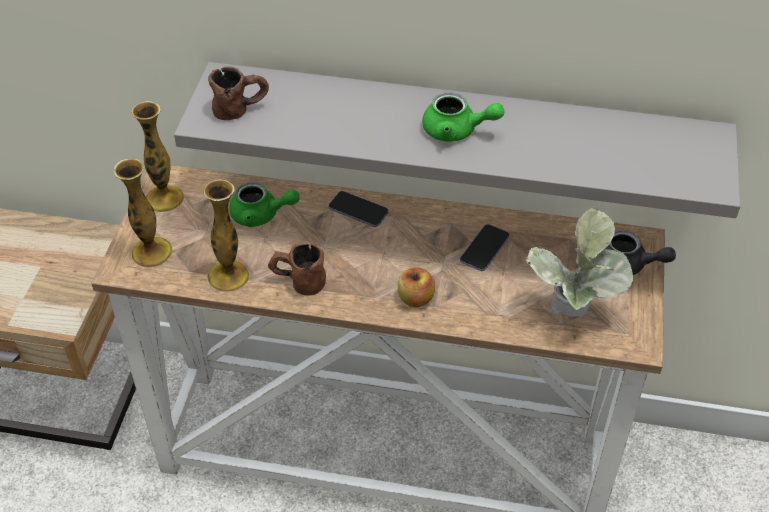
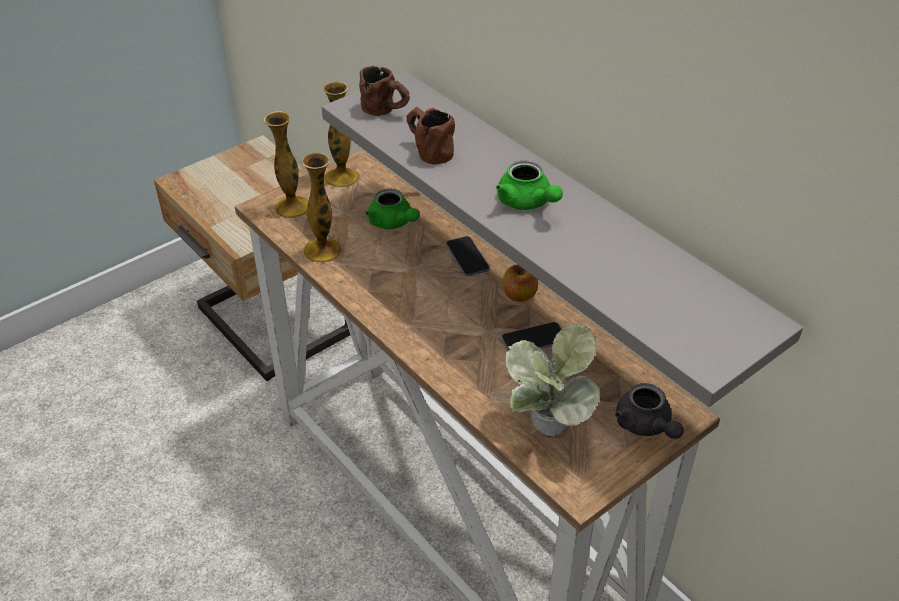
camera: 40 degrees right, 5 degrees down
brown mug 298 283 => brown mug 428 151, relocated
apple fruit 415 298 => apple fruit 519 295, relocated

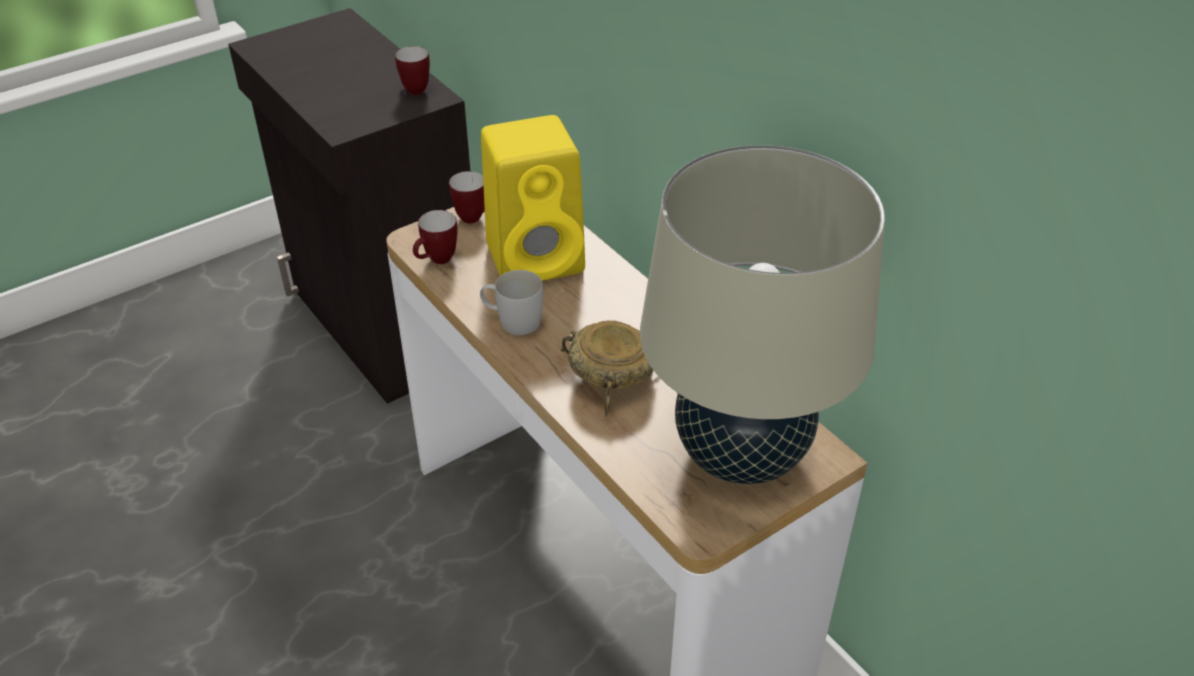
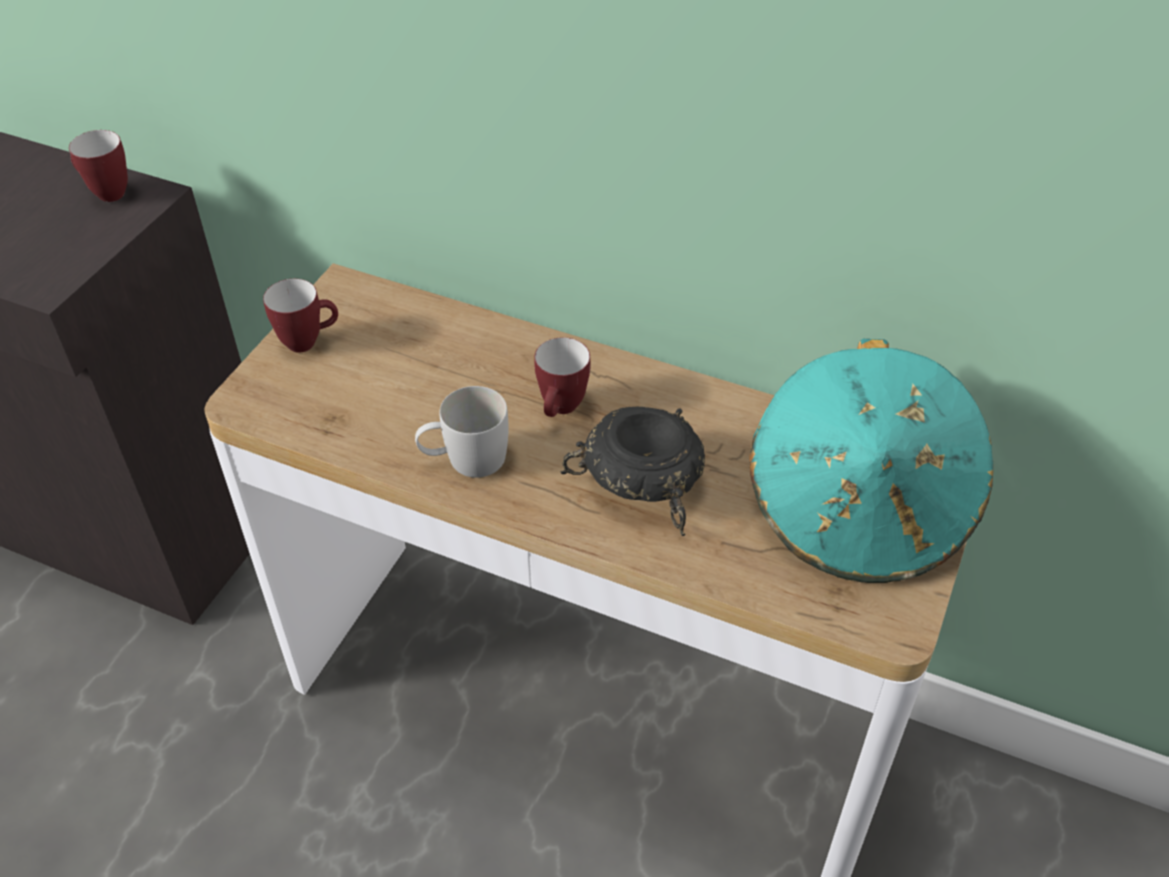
camera: 30 degrees left, 5 degrees up
yellow-coloured speaker 538 257 => nothing
sand-coloured tabletop lamp 741 454 => blue-green wearable hat 860 510
mug 437 261 => mug 561 410, relocated
sand-coloured deep dish 610 378 => black deep dish 643 484

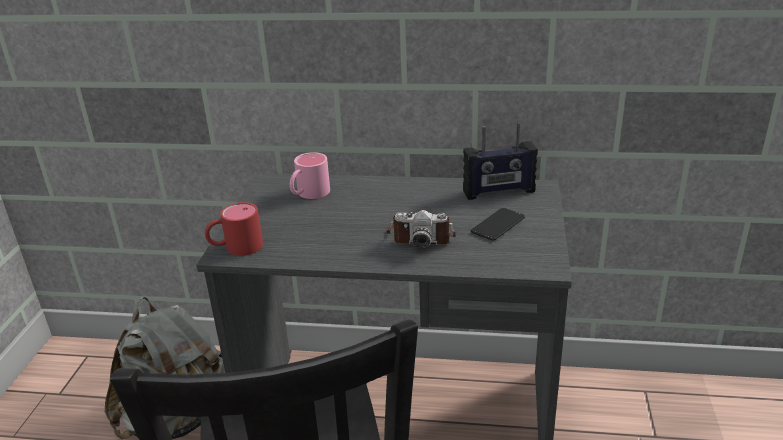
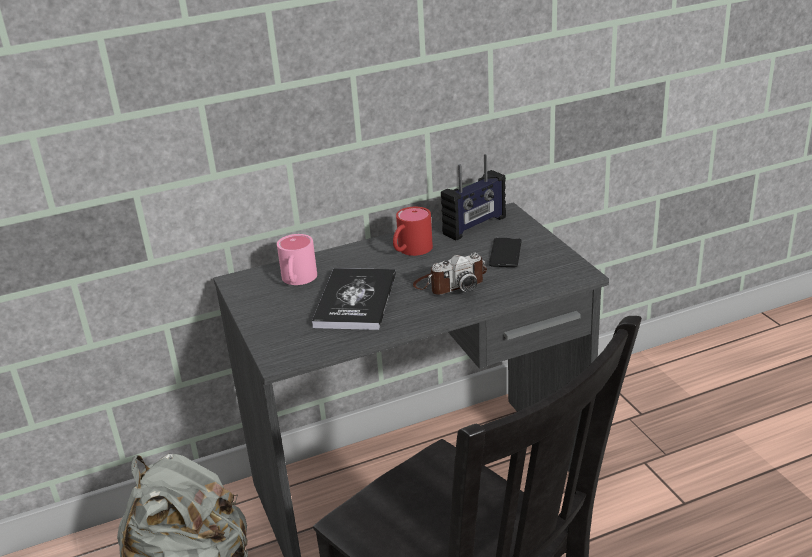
camera: 30 degrees left, 0 degrees up
red-coloured mug 236 247 => red-coloured mug 410 250, relocated
nothing => bound book 356 300

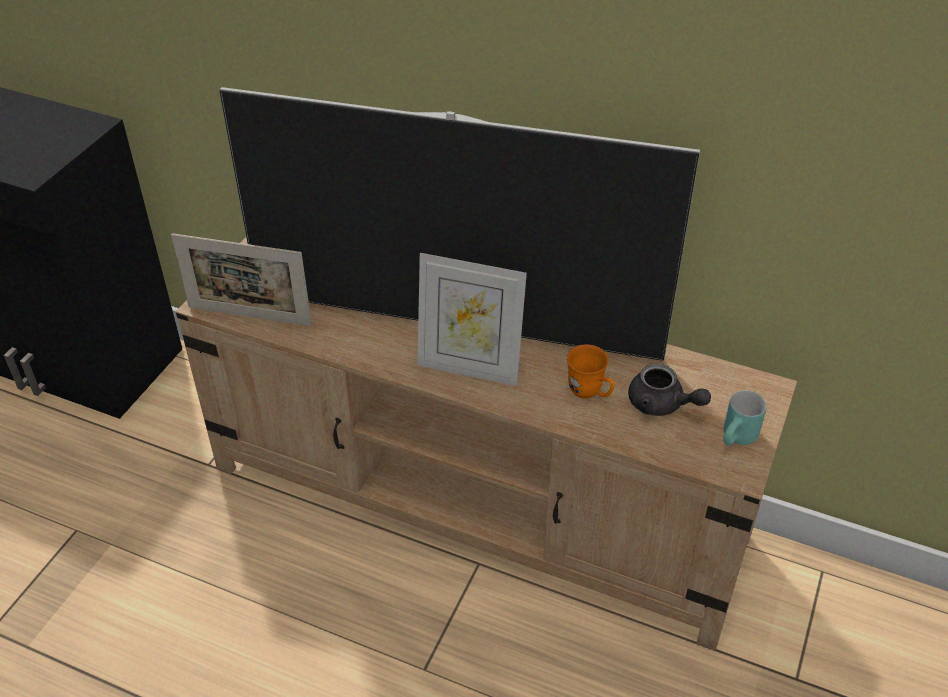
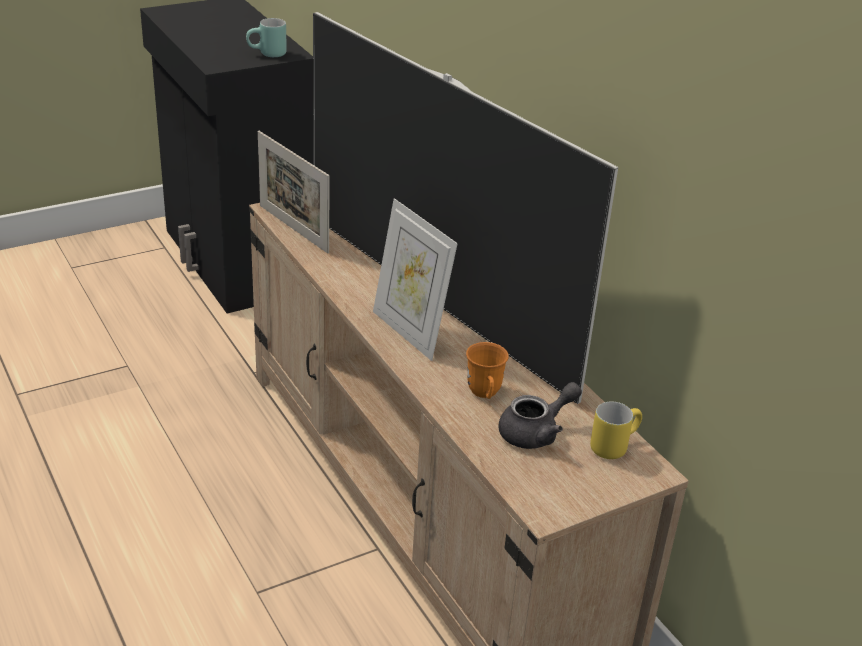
camera: 35 degrees right, 10 degrees down
gray teapot 662 405 => gray teapot 536 432, 105 degrees counterclockwise
blue-green mug 738 440 => blue-green mug 267 55, relocated
nothing => yellow-coloured mug 612 445

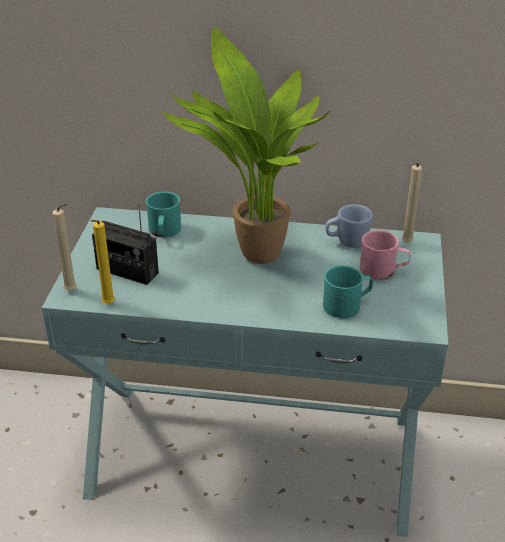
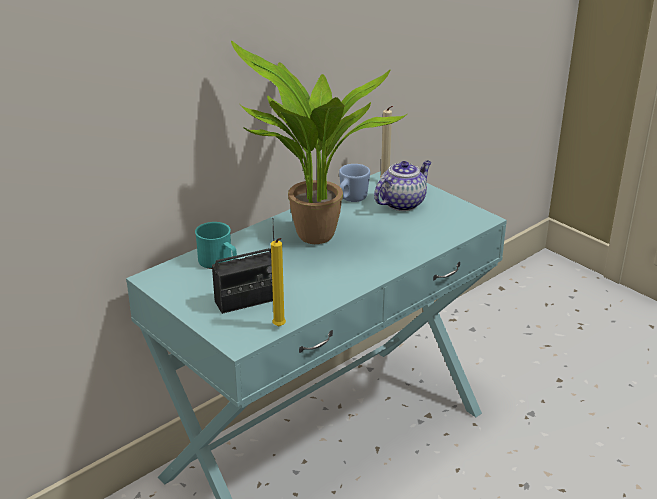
camera: 50 degrees left, 5 degrees down
sand-coloured wax light 72 291 => nothing
pink-coloured mug 383 270 => teapot 402 203
blue-green mug 347 305 => nothing

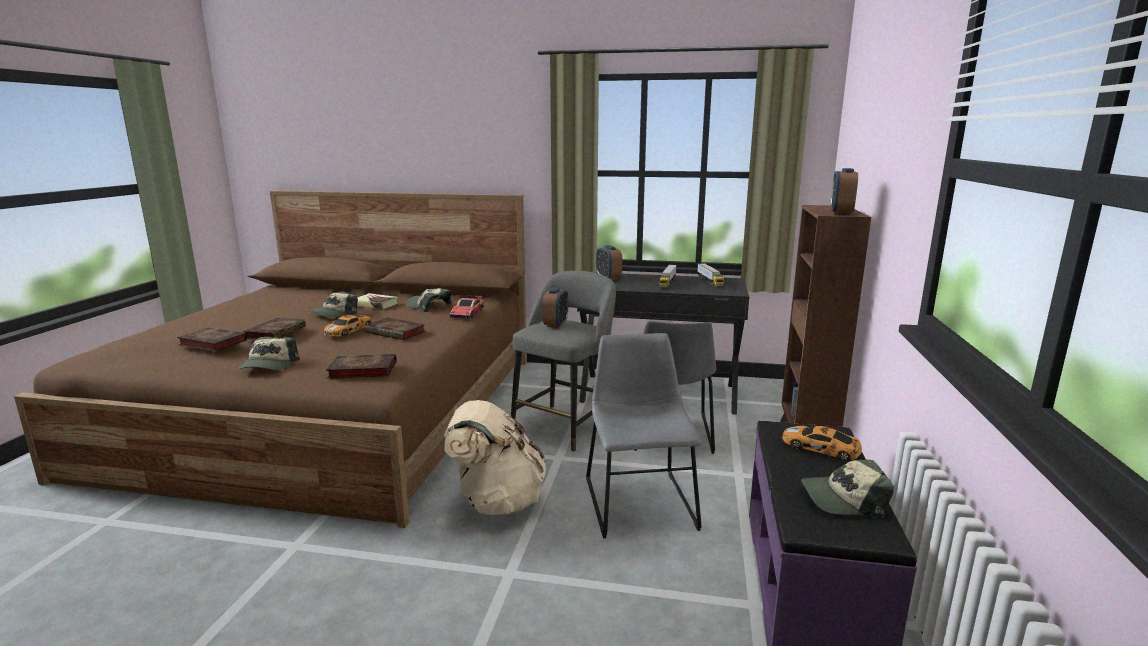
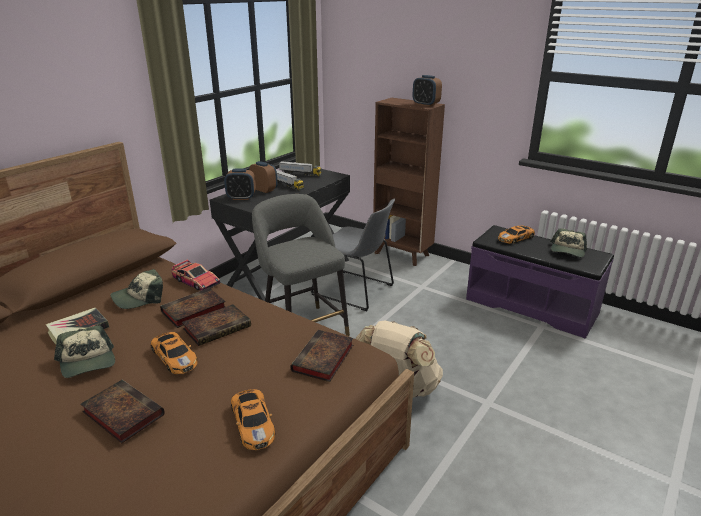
camera: 65 degrees left, 10 degrees up
bedside clock 556 324 => bedside clock 264 190, relocated
bound book 211 343 => bound book 193 311, relocated
gray plain chair 638 500 => nothing
baseball cap 269 365 => toy car 253 422

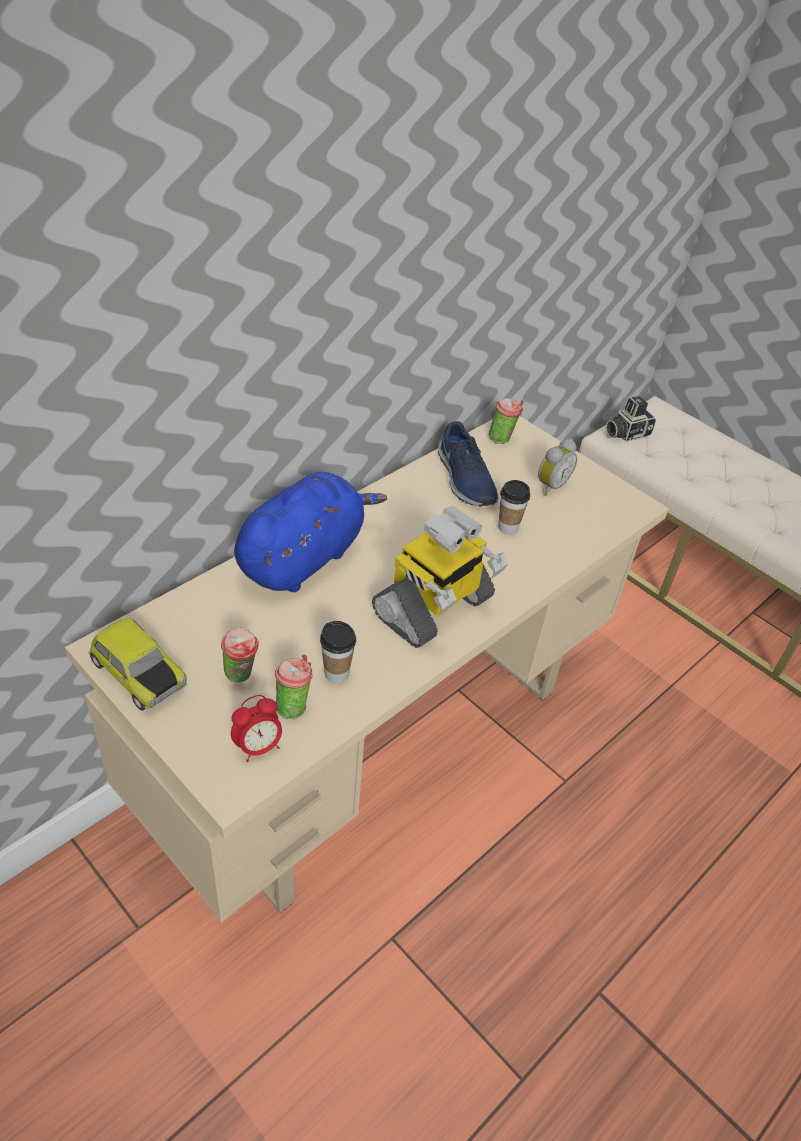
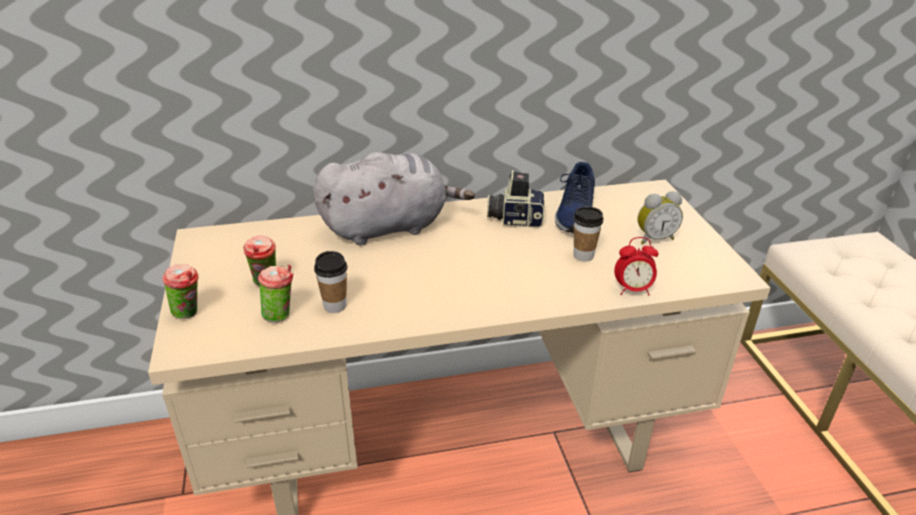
camera: 35 degrees right, 10 degrees down
still camera 626 433 => still camera 515 219, relocated
drinking cup 502 439 => drinking cup 189 313, relocated
blue-coloured cuddly toy 304 557 => gray cuddly toy 389 227
robot figure 434 608 => nothing
toy car 137 674 => nothing
bedside clock 258 747 => bedside clock 632 290, relocated

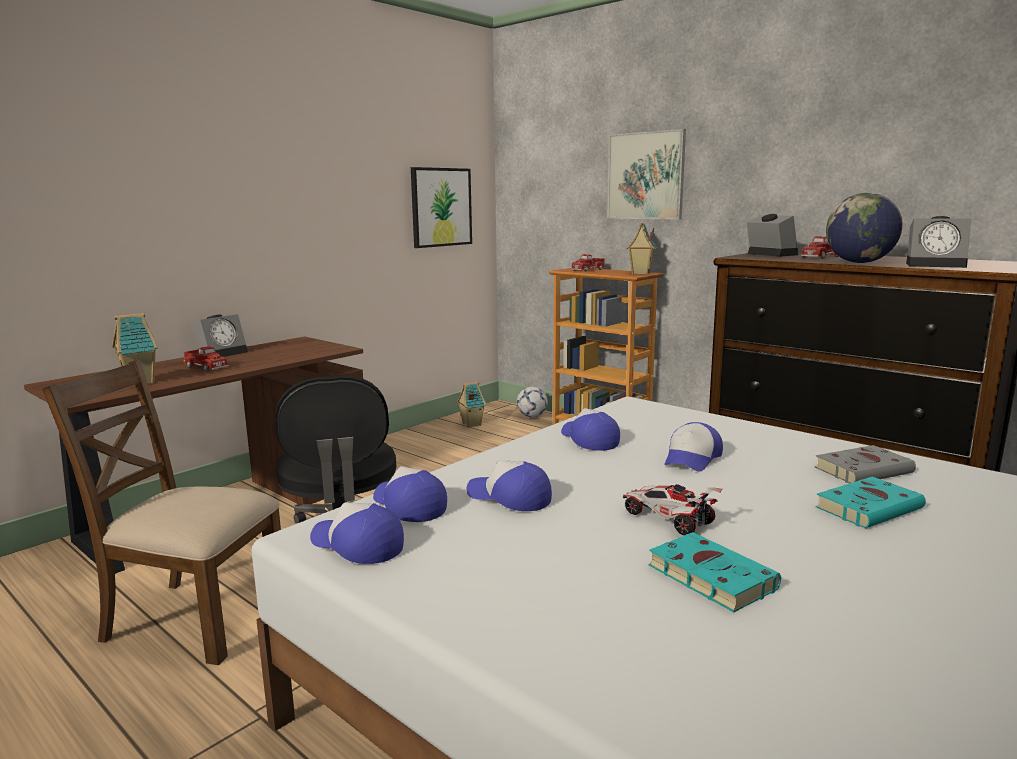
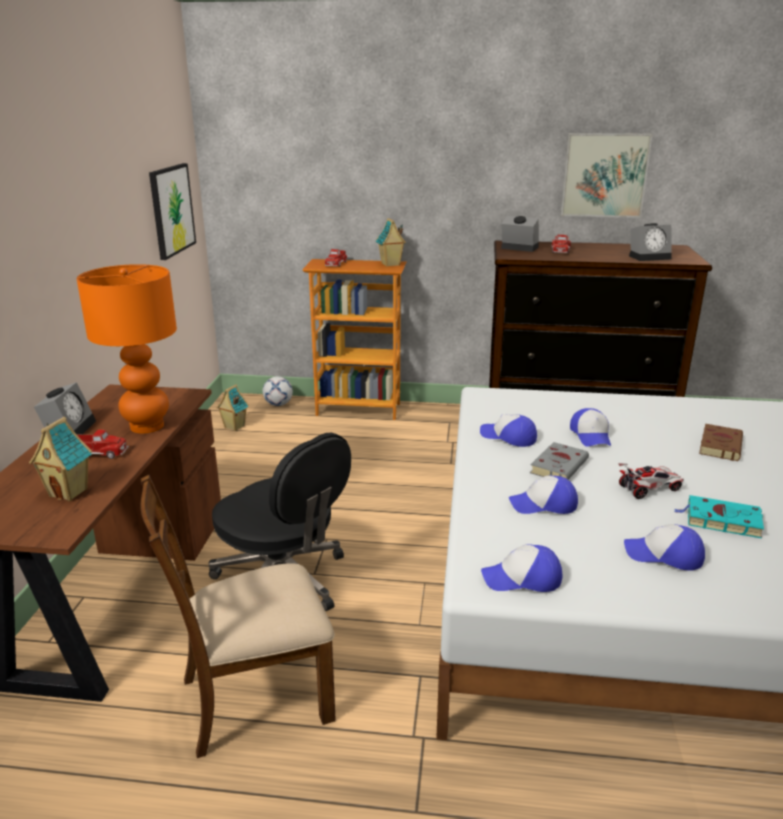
camera: 35 degrees left, 10 degrees up
wall picture 645 176 => wall picture 604 175, relocated
world globe 859 262 => nothing
gray bound book 865 470 => gray bound book 559 465, relocated
baseball cap 408 505 => baseball cap 664 555, relocated
blue-green bound book 870 508 => brown bound book 720 445
toy car 668 519 => toy car 649 489, 150 degrees clockwise
nothing => orangey tabletop lamp 147 426

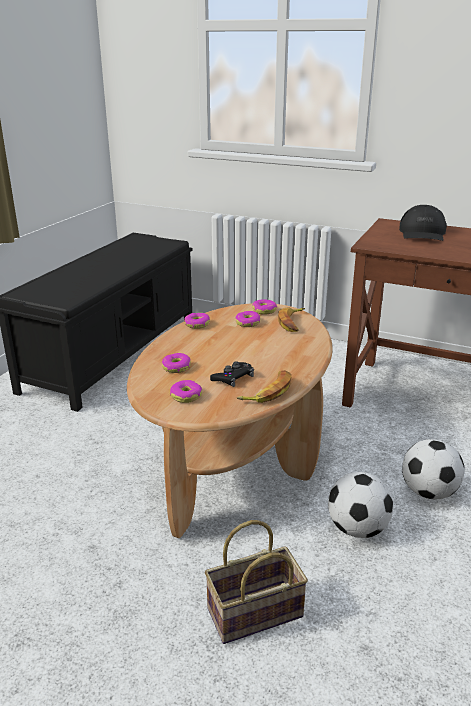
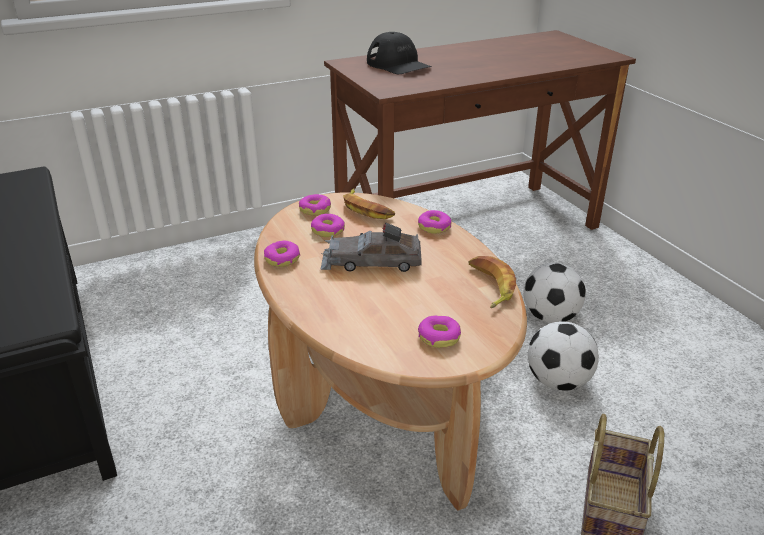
camera: 50 degrees left, 5 degrees up
donut 176 367 => donut 434 227, relocated
black game controller 233 378 => nothing
nothing => gray toy car 371 261

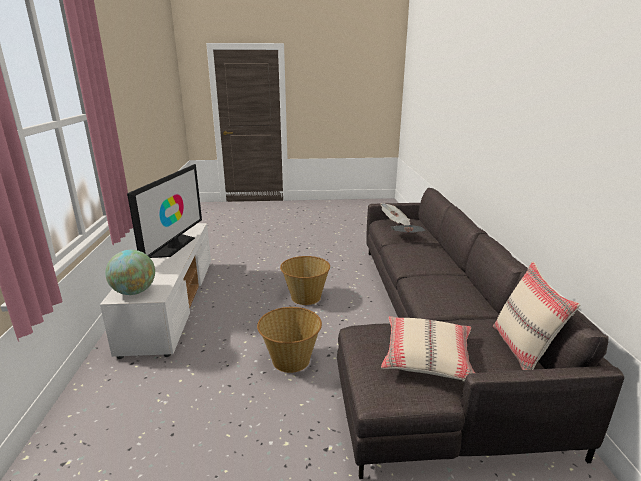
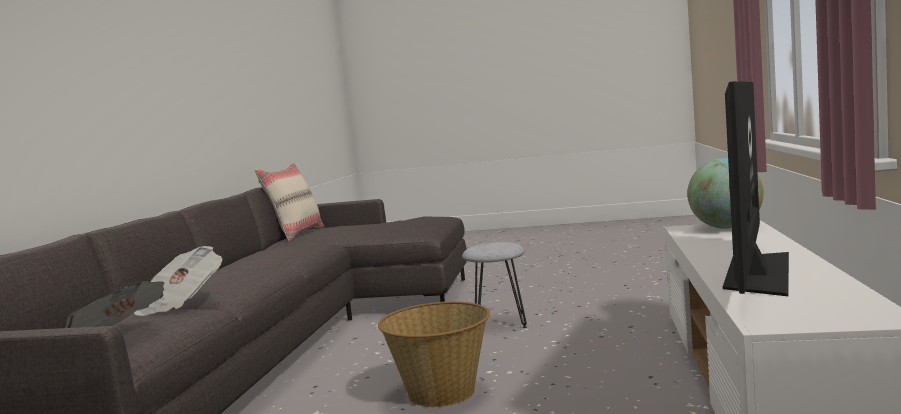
camera: 165 degrees left, 15 degrees down
storage basket 290 360 => gray stool 500 322
sand-coloured cushion 428 358 => nothing

